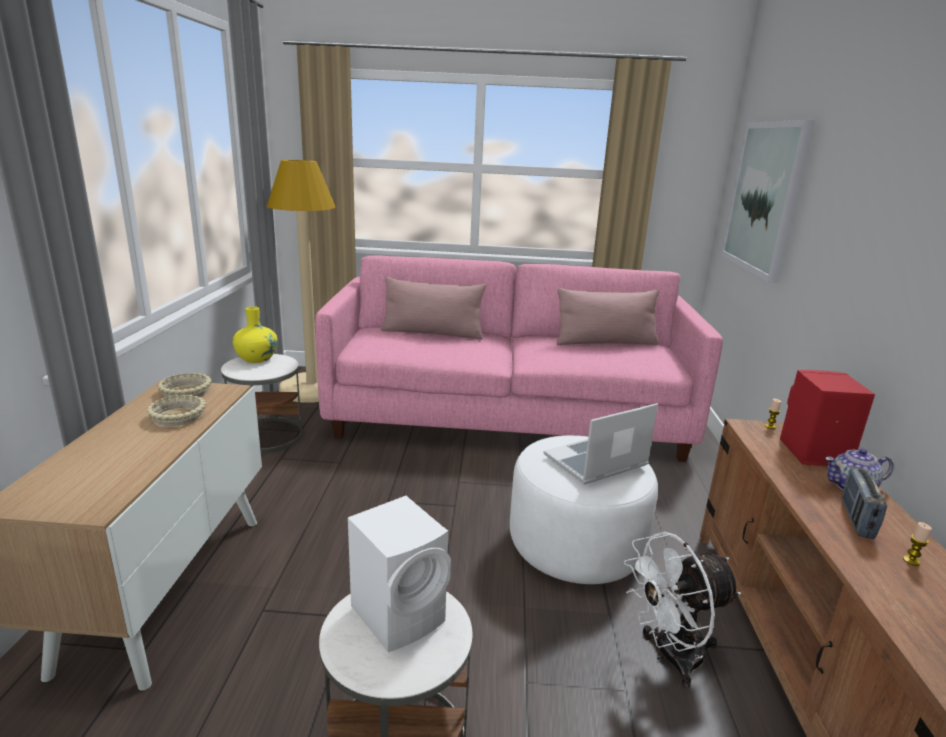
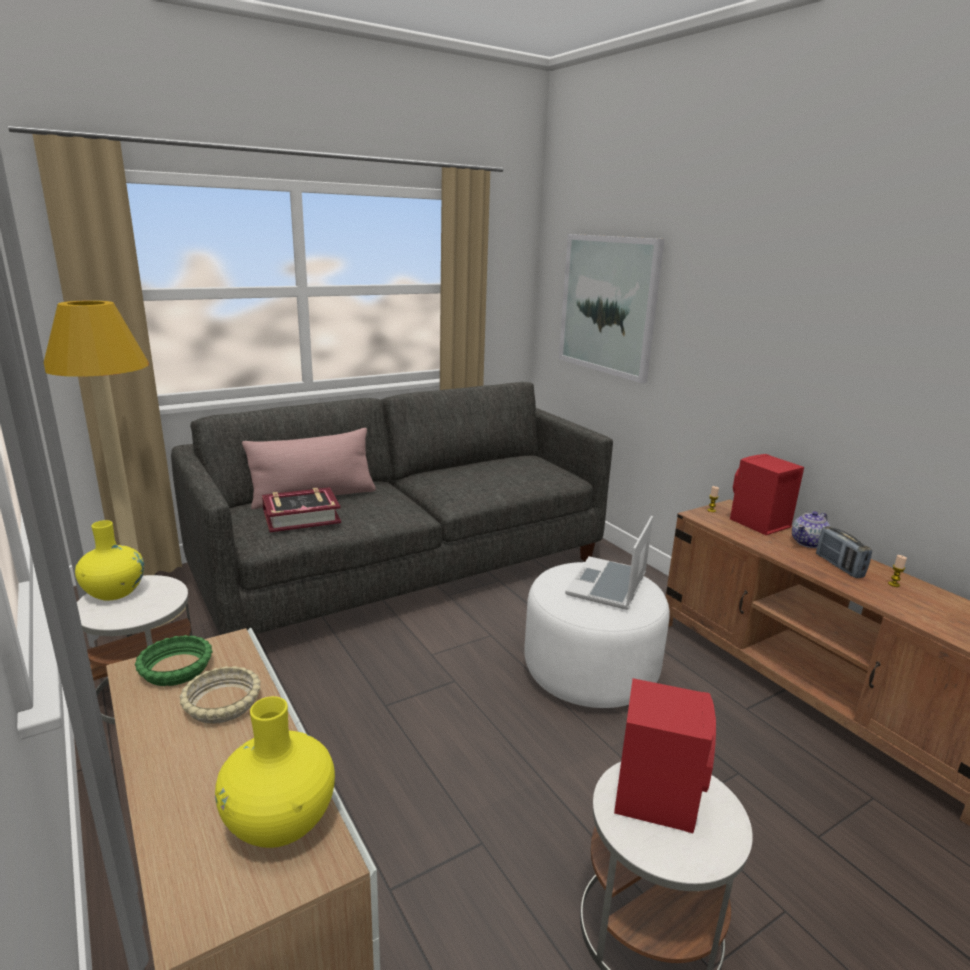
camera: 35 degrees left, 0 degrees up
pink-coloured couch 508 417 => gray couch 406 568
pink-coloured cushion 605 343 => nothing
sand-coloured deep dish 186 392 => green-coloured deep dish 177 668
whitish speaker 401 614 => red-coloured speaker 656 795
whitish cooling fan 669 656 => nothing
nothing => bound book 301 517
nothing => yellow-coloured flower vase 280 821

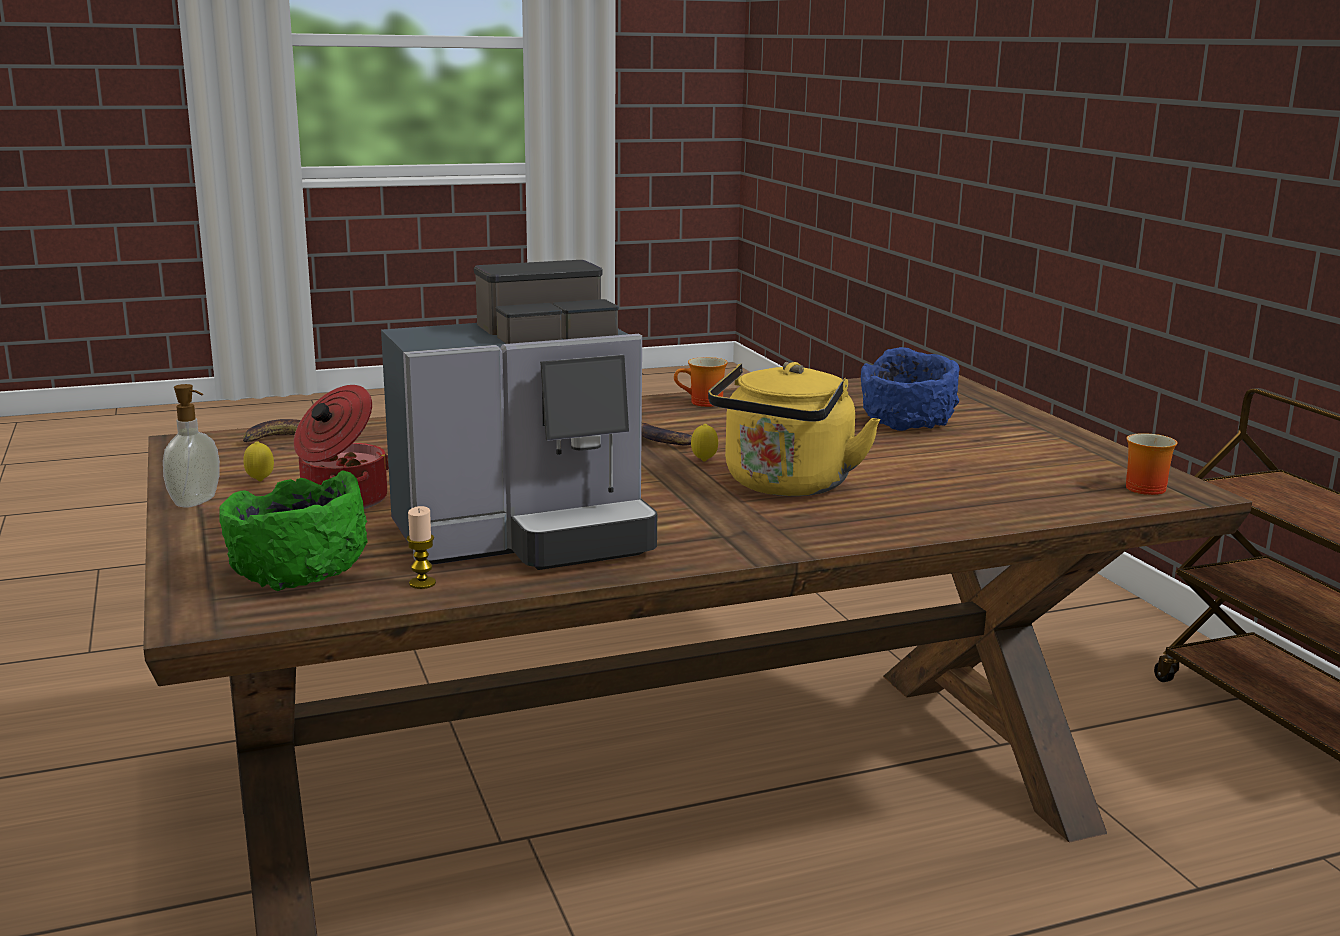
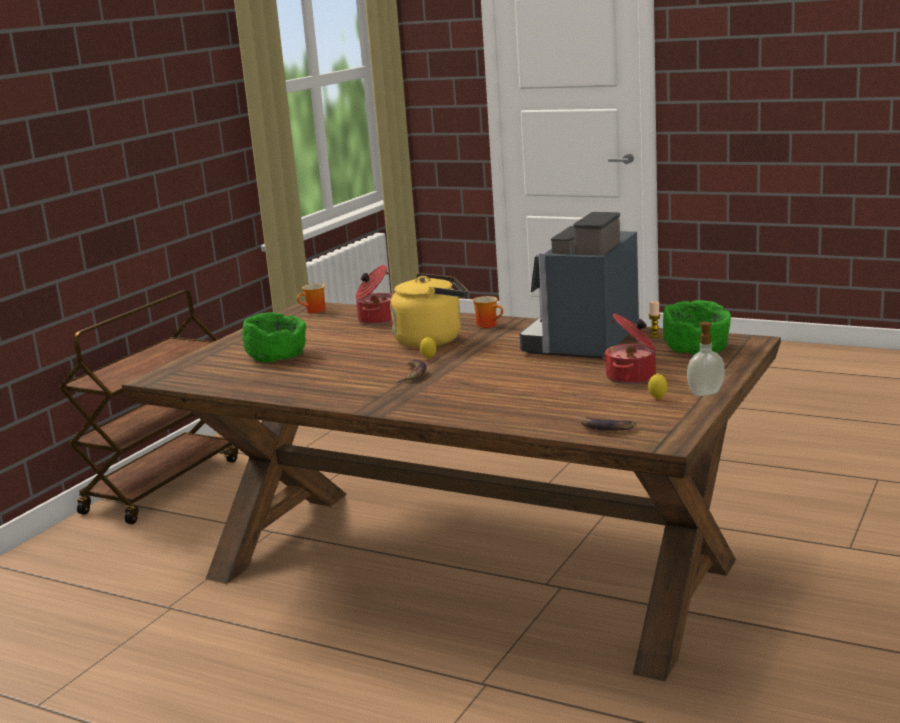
camera: 130 degrees left, 0 degrees up
coffee machine 528 537 => coffee machine 583 343, 90 degrees counterclockwise
blue-coloured deep dish 907 422 => green-coloured deep dish 277 356
mug 703 403 => mug 489 325, relocated
nothing => cooking pot 376 320

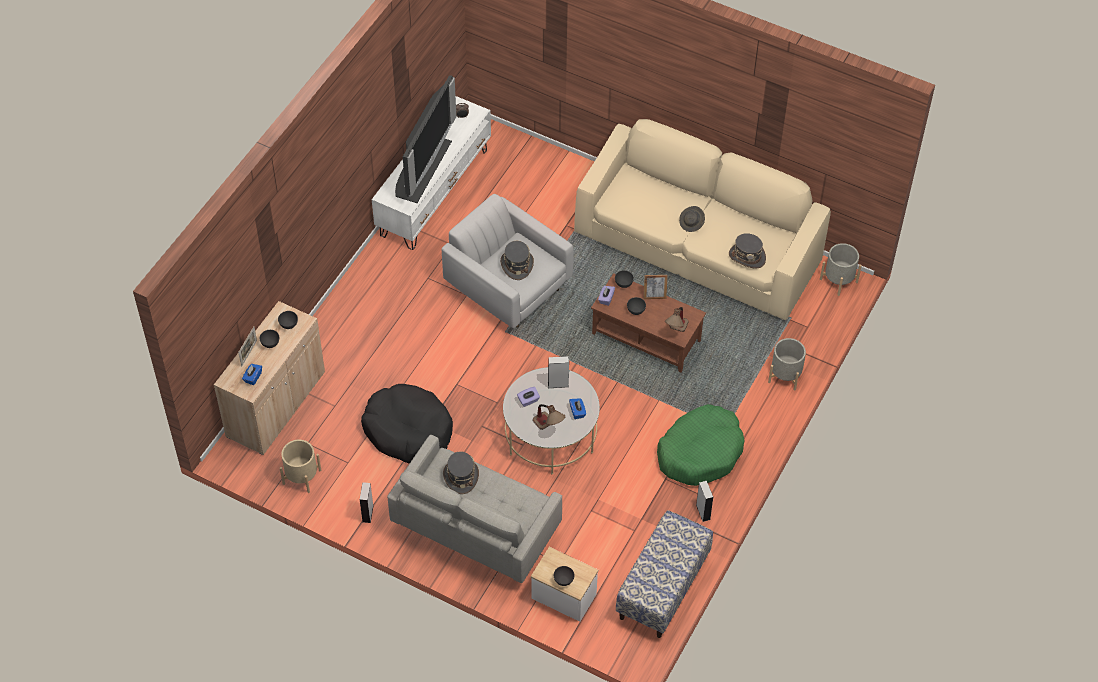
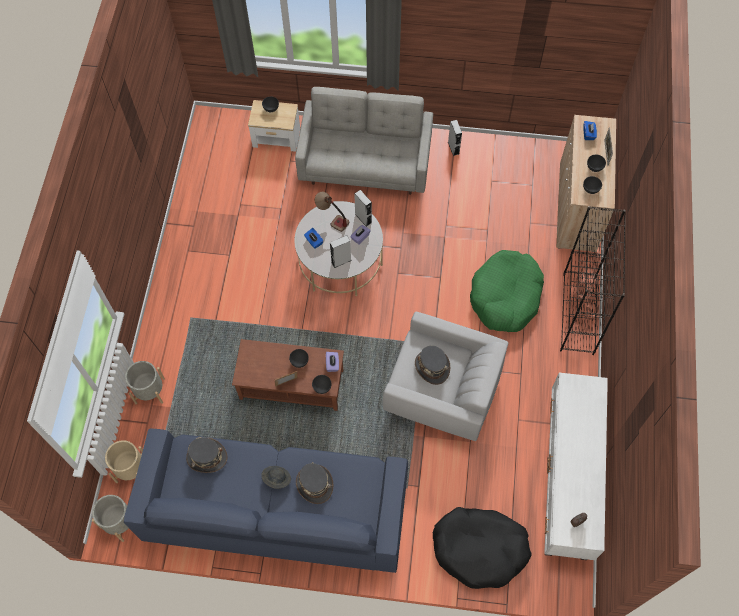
camera: 160 degrees right, 10 degrees up
TV 422 168 => nothing
sand-coloured couch 697 247 => blue-coloured couch 276 510
tabletop lamp 676 332 => nothing
black dog cushion 408 431 => black dog cushion 479 549, relocated
green-coloured dog cushion 700 452 => green-coloured dog cushion 505 296, relocated
sand-coloured flower pot 302 477 => sand-coloured flower pot 131 468, relocated
gray wearable hat 461 476 => gray wearable hat 315 484, relocated
gray speaker 703 512 => gray speaker 363 218, relocated
indoor bench 663 588 => nothing
nothing => black shelving unit 578 314

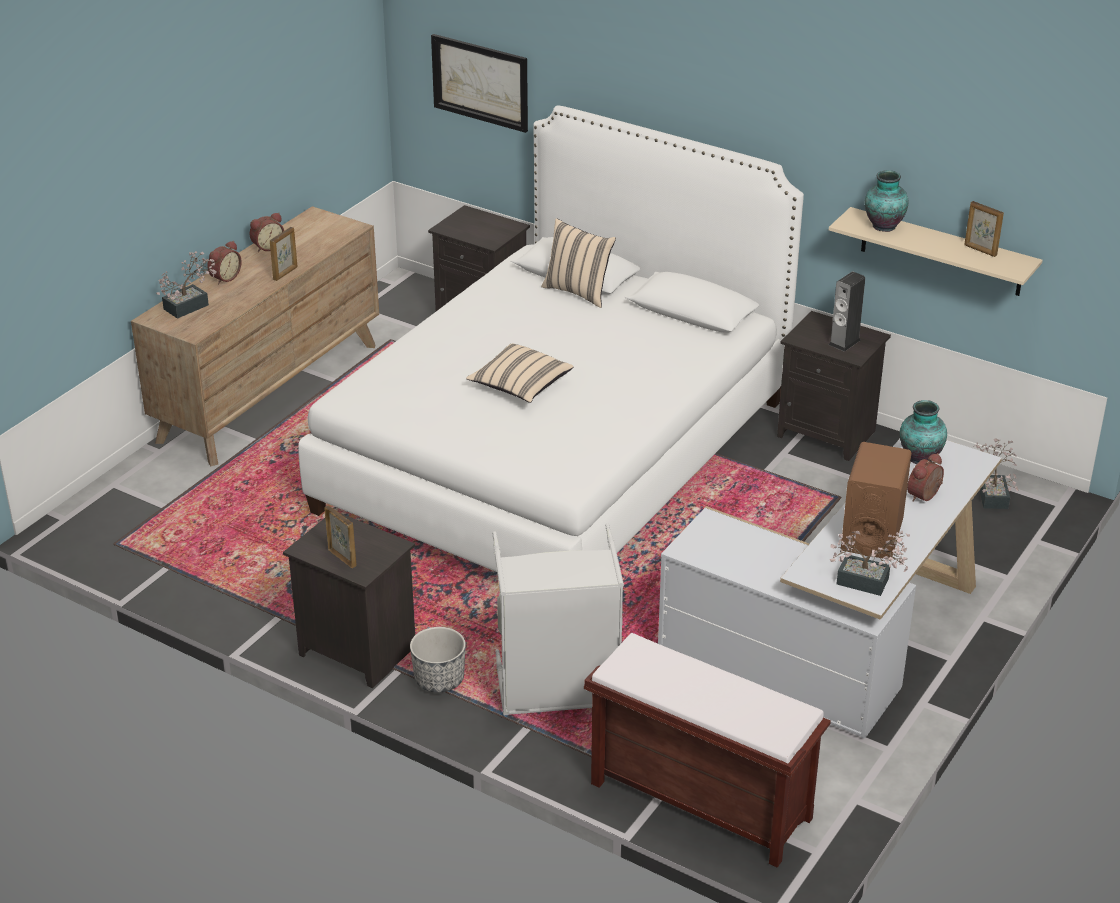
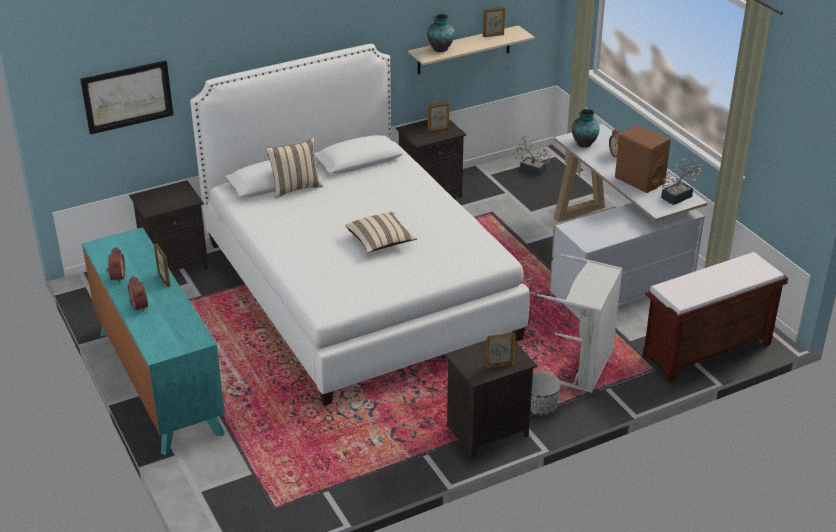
camera: 60 degrees left, 0 degrees up
brown dresser 269 391 => blue-green dresser 158 381
potted plant 191 305 => nothing
speaker 844 342 => photo frame 438 130

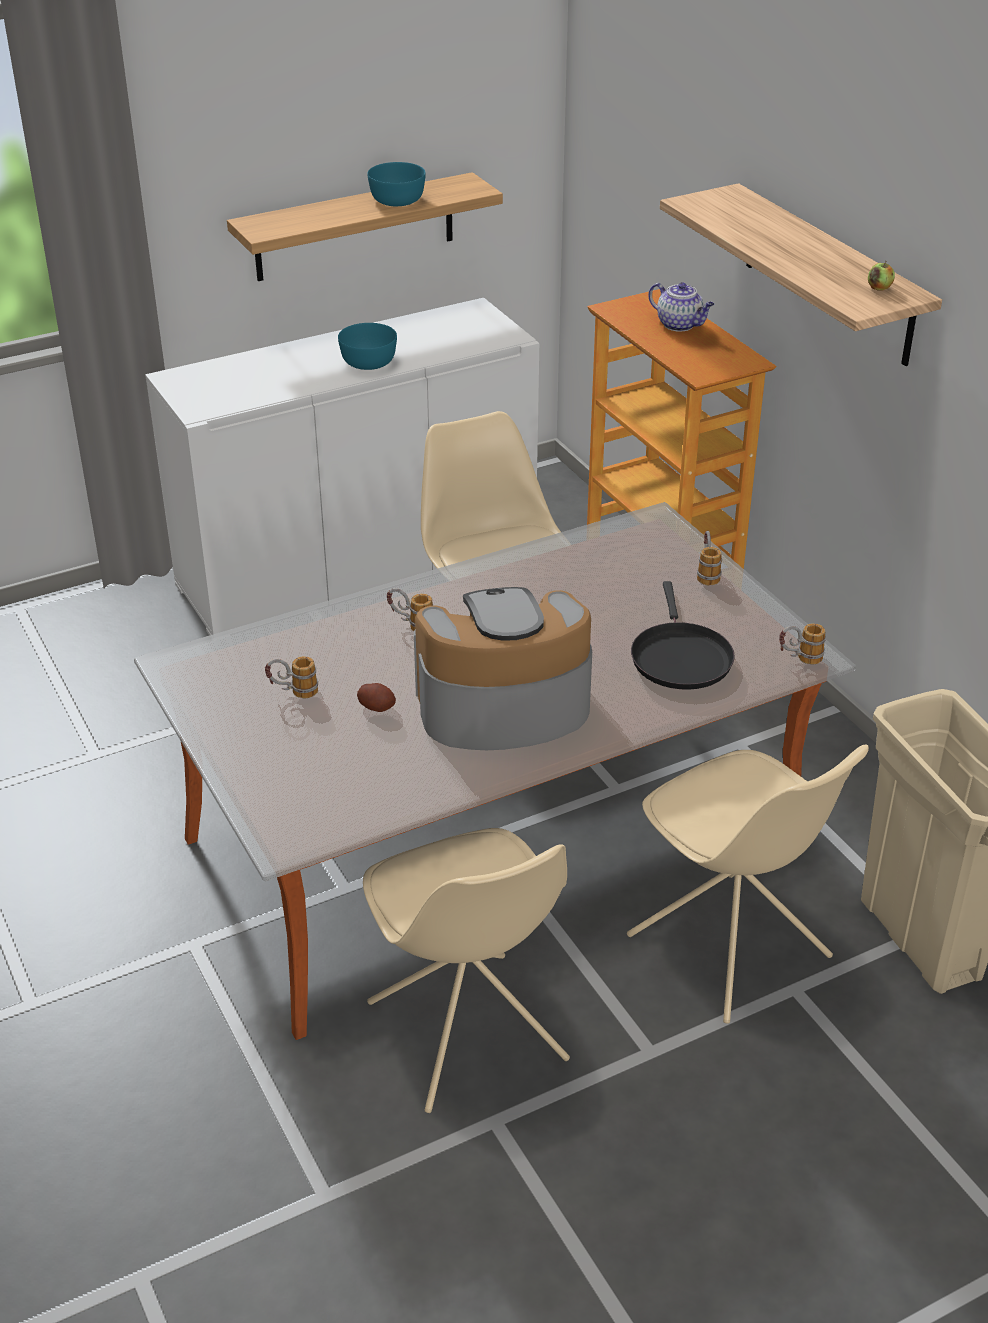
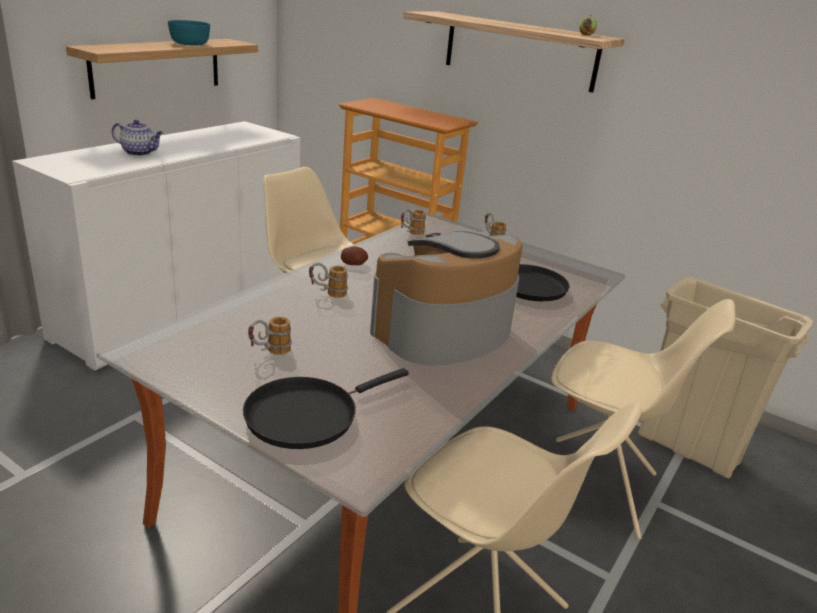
camera: 30 degrees left, 10 degrees down
teapot 680 325 => teapot 140 153, relocated
blue-green deep dish 369 362 => nothing
mug 799 659 => mug 411 233, relocated
whole potato 377 707 => whole potato 353 264, relocated
nothing => black skillet 307 415

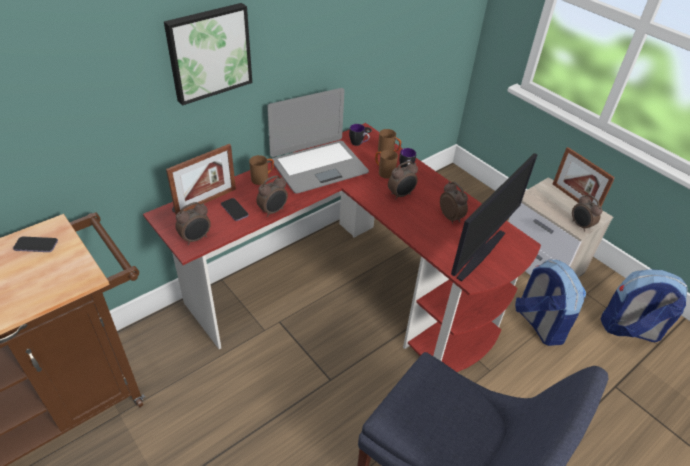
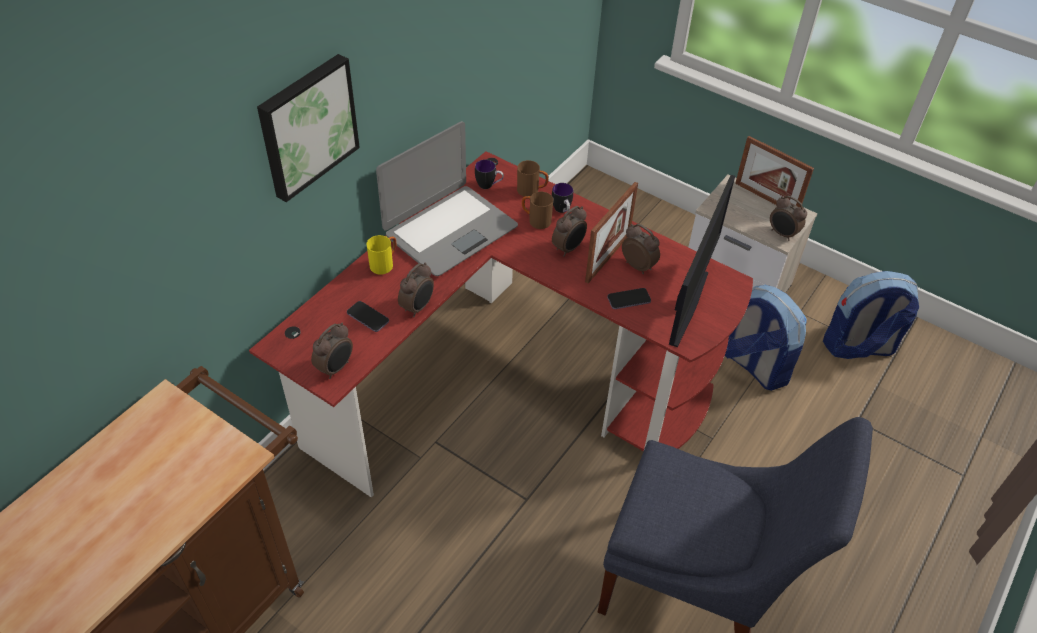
camera: 15 degrees left, 5 degrees up
photo frame 206 201 => photo frame 608 257, relocated
brown mug 263 178 => yellow-coloured mug 385 264
phone 36 245 => phone 628 300, relocated

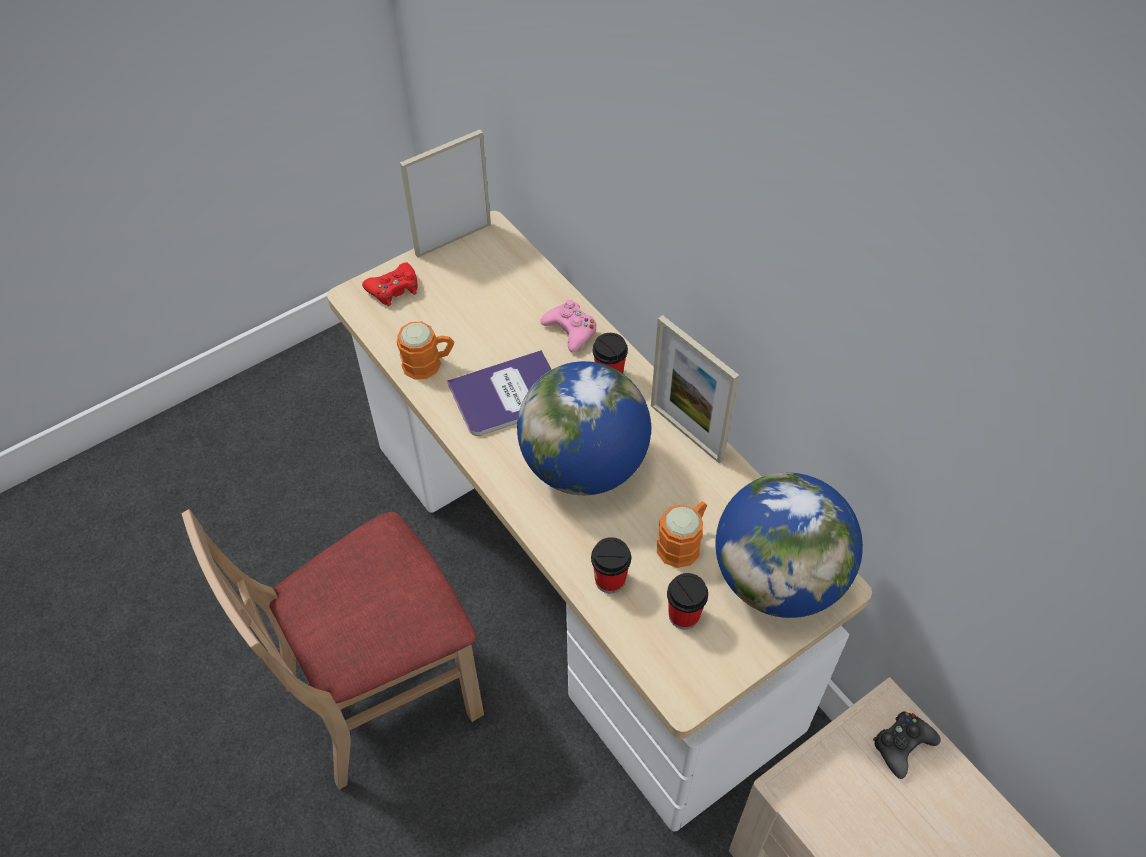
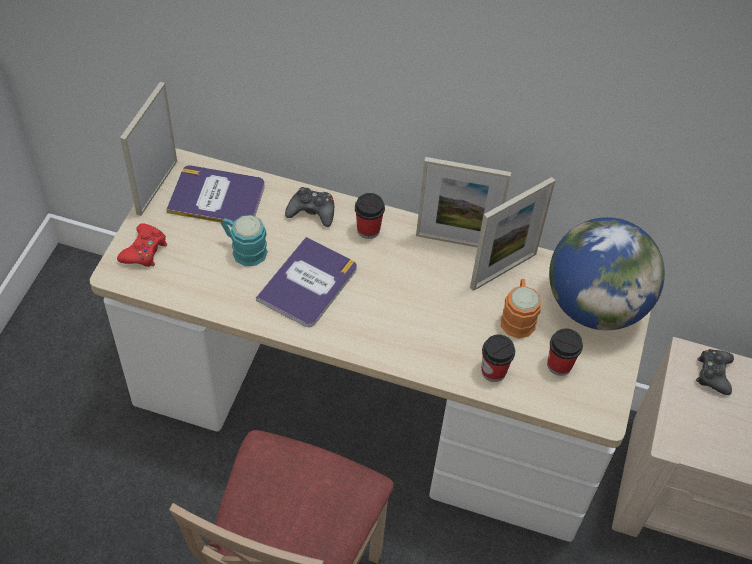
camera: 40 degrees left, 0 degrees up
pink-coloured game controller 571 331 => black game controller 312 211
orangey mug 429 364 => nothing
world globe 584 465 => nothing
nothing => bound book 217 197
nothing => photo frame 503 270
nothing => blue-green mug 244 249

